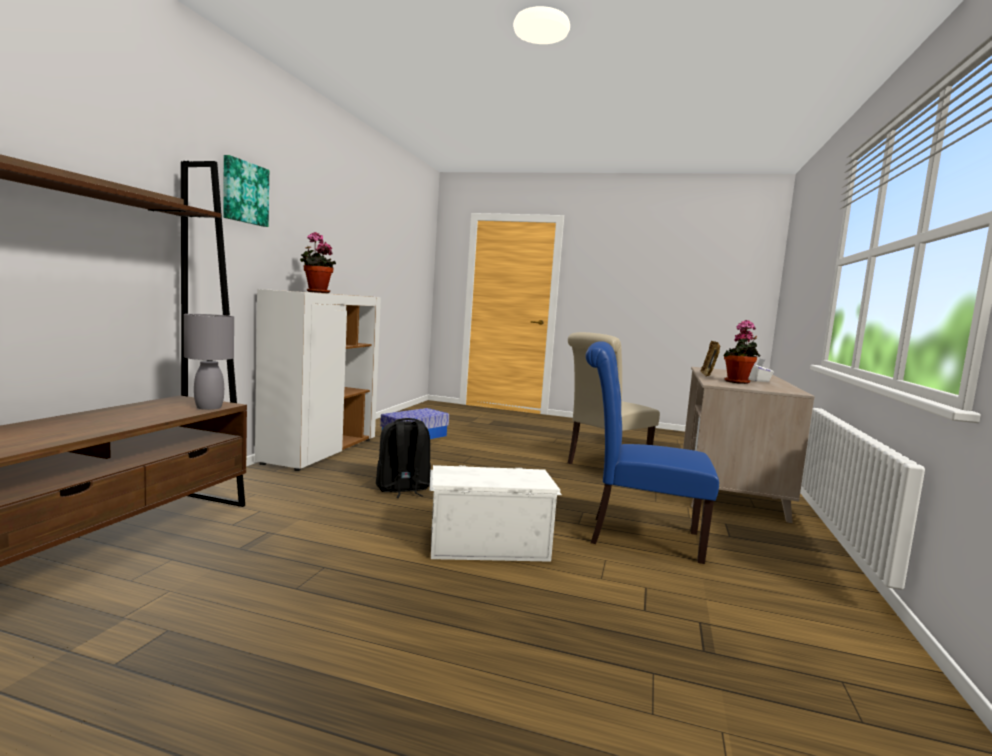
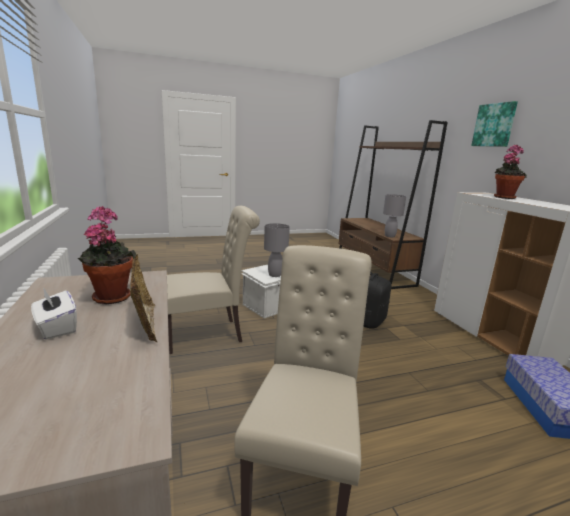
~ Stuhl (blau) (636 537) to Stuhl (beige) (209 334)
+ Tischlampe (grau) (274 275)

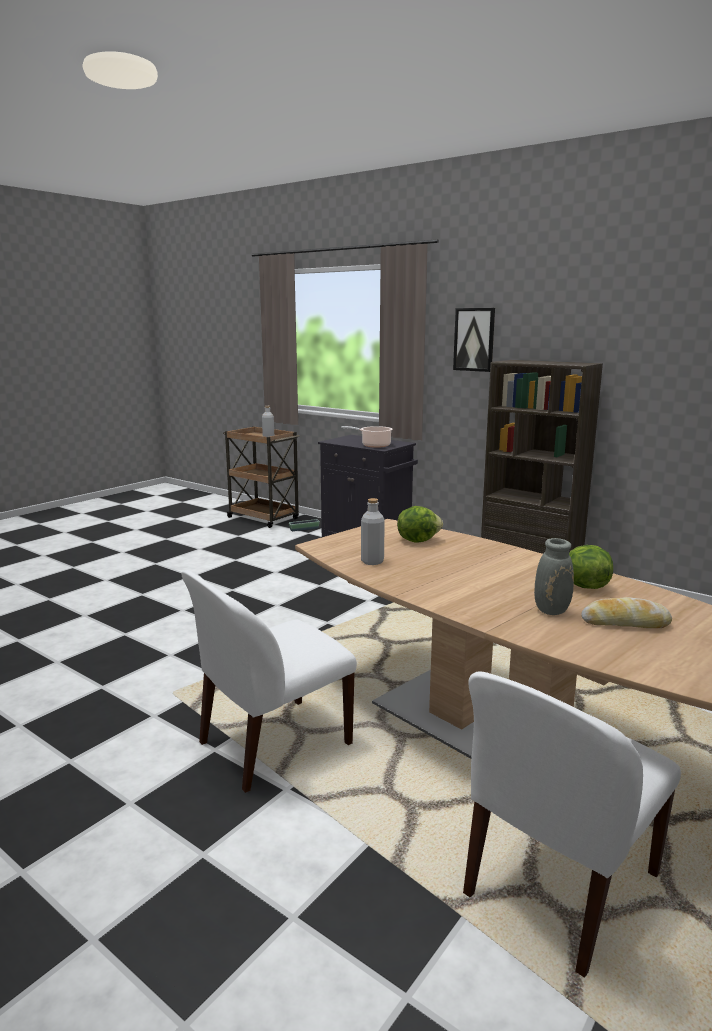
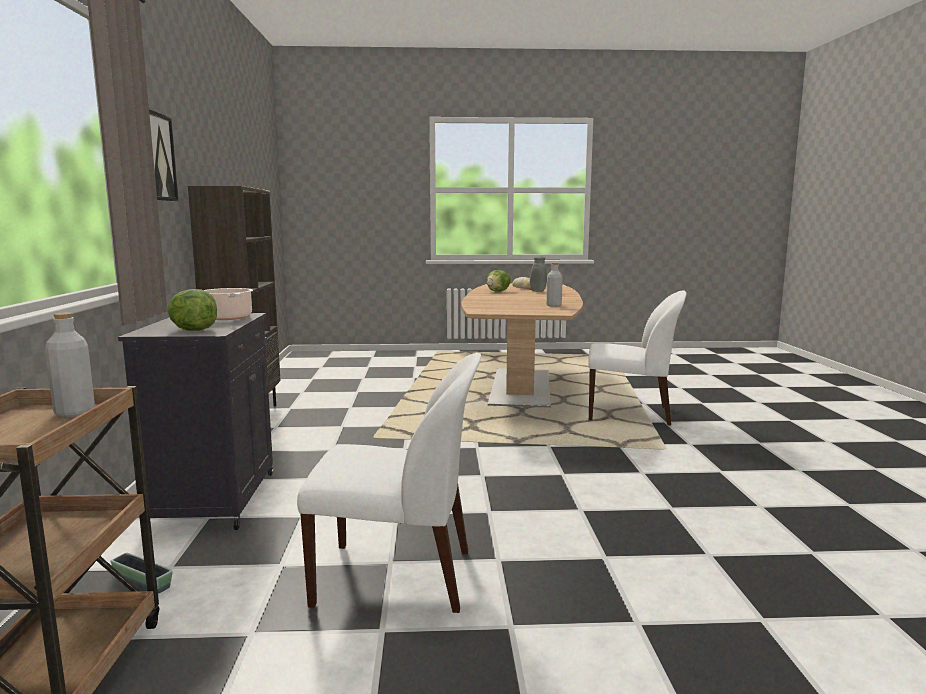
~ Salatkopf (417 540) to (193 330)
~ Stuhl (weiß) (558 886) to (398 577)

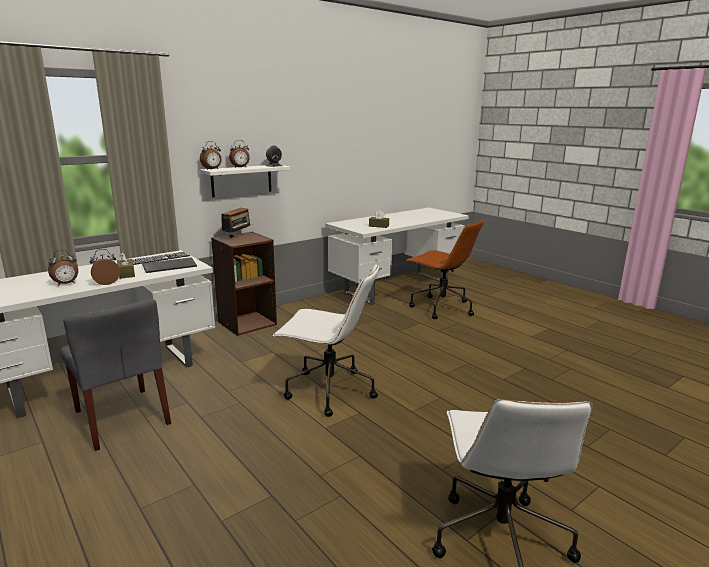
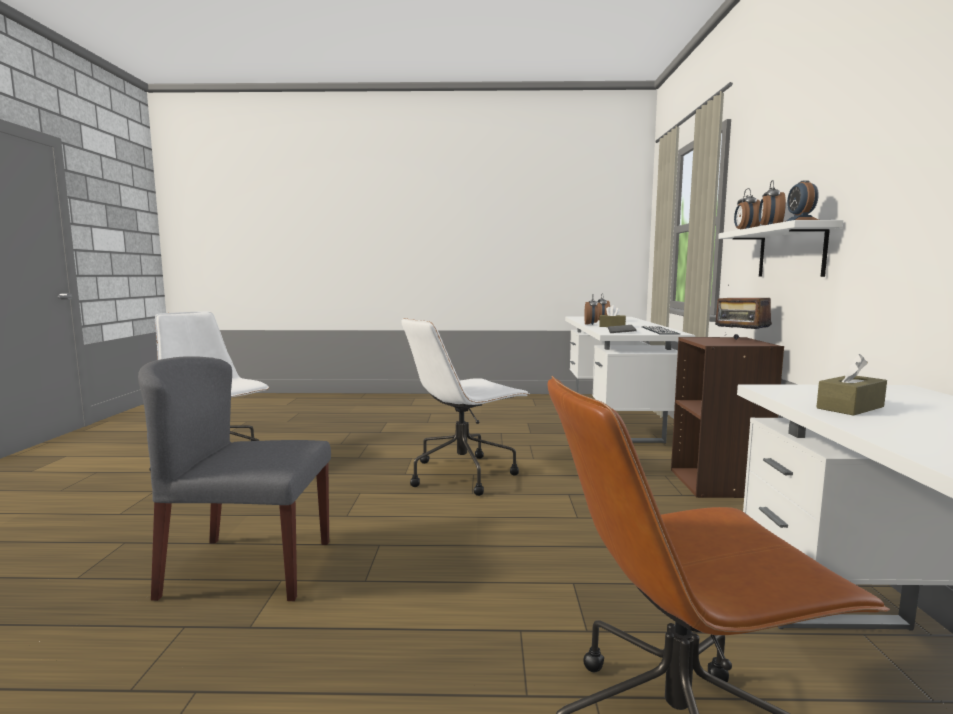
~ Stuhl (grau) (122 418) to (247 568)

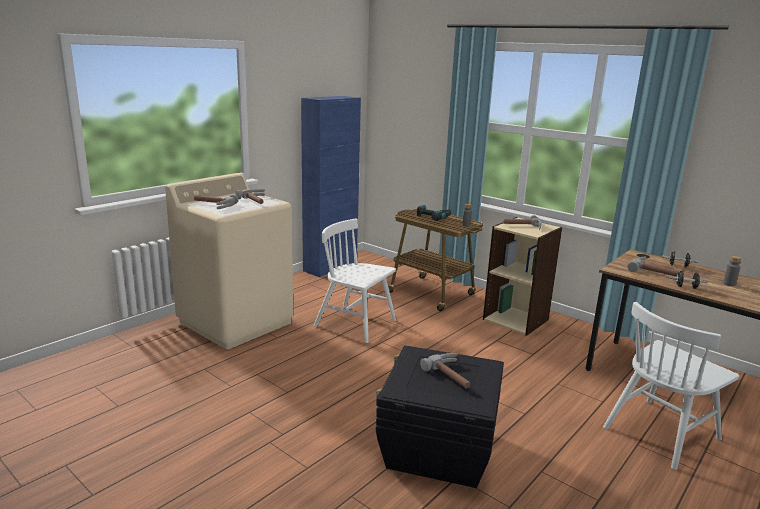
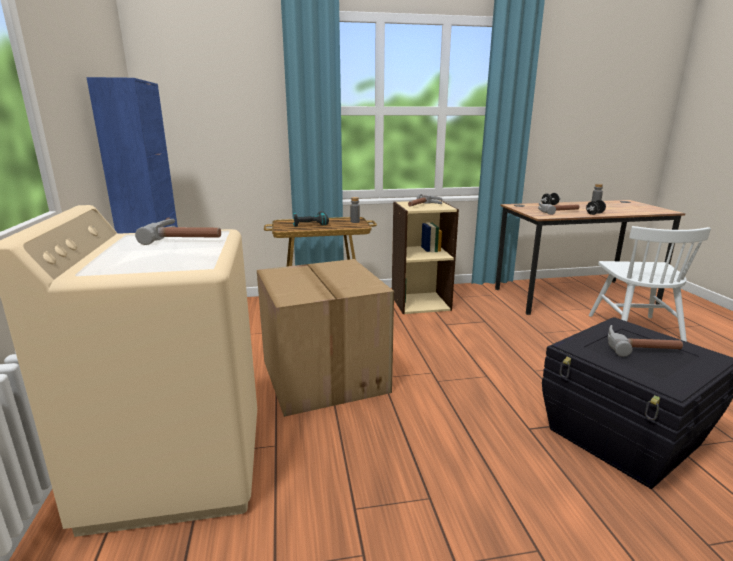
- Hammer (212 205)
~ Stuhl (weiß) (355 323) to Karton (322 375)

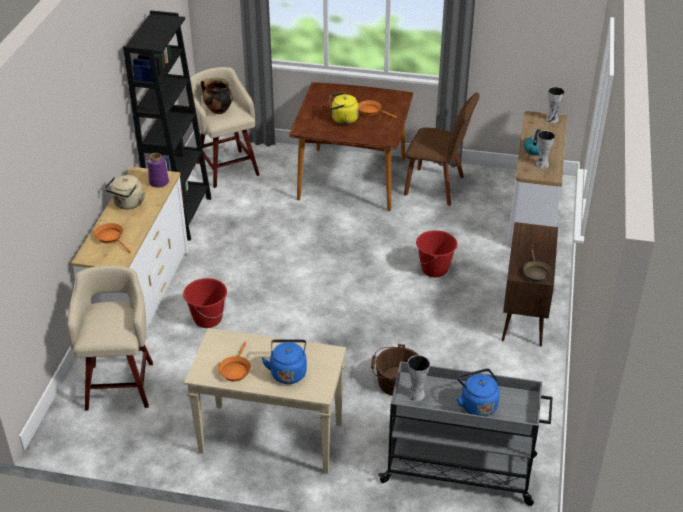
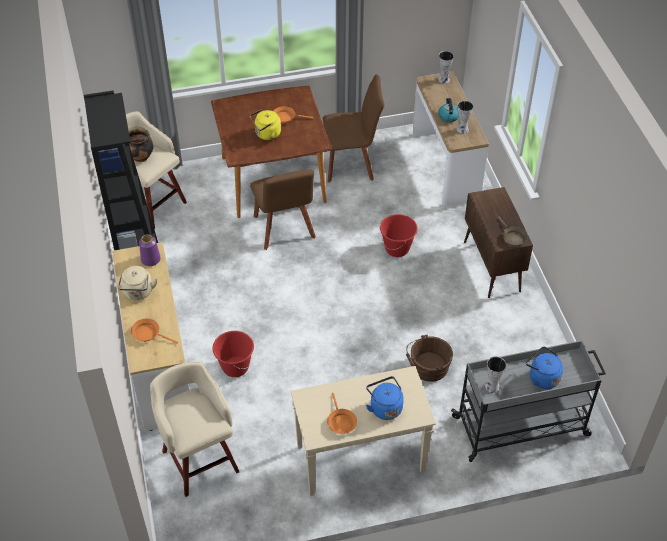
+ Stuhl (braun) (284 229)

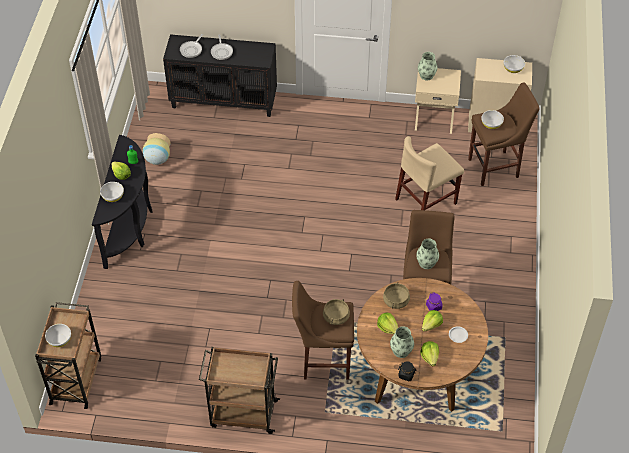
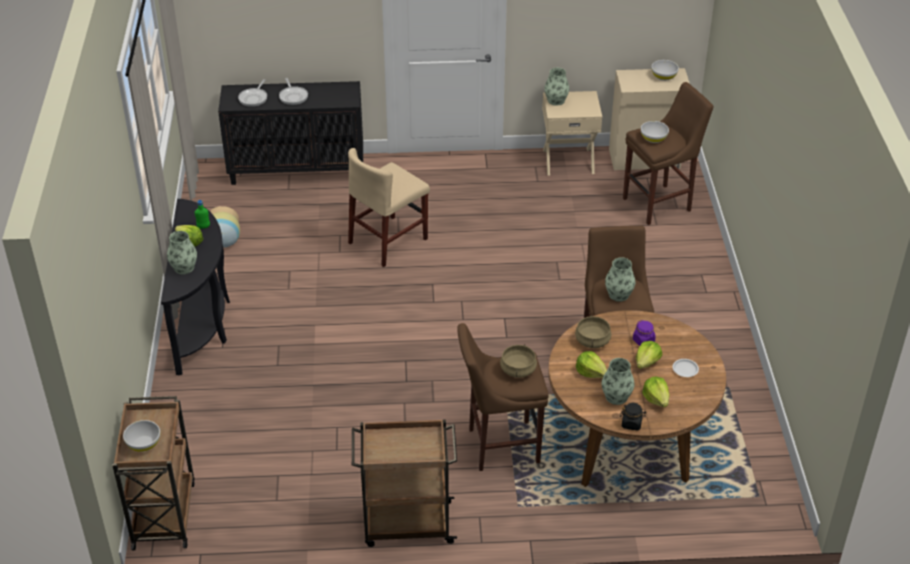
~ Schüssel (weiß) (113 196) to Vase (184 267)
~ Stuhl (beige) (426 201) to (388 241)

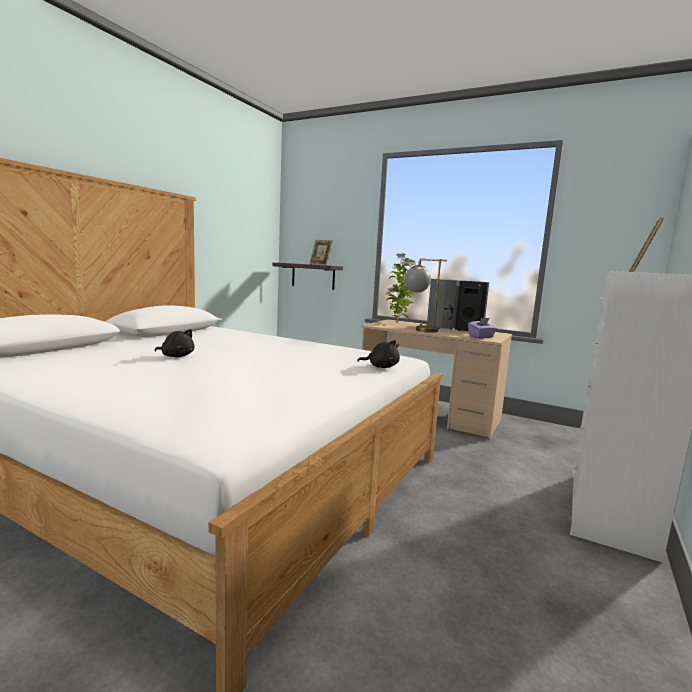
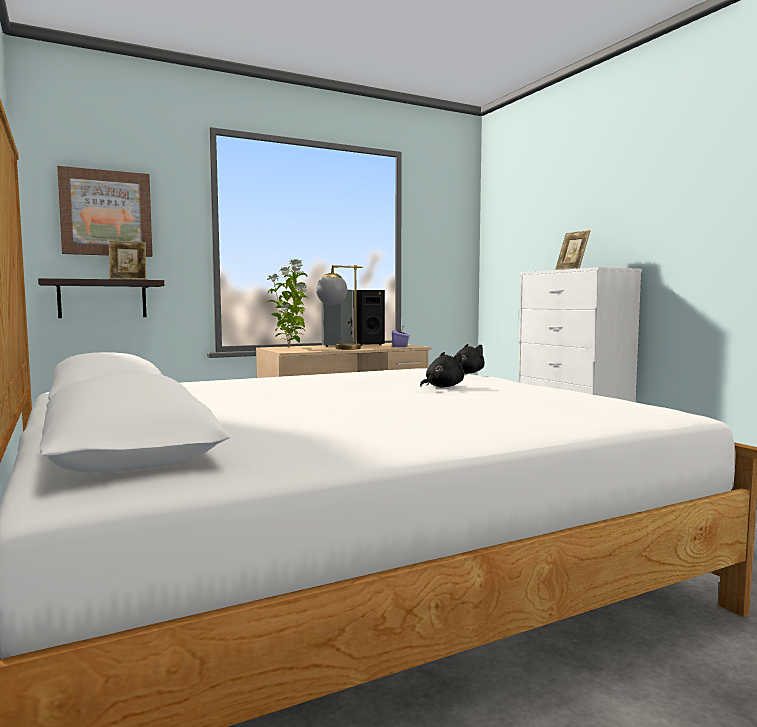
~ Plüschtier (schwarz) (176 356) to (442 387)
+ Bild (106 213)

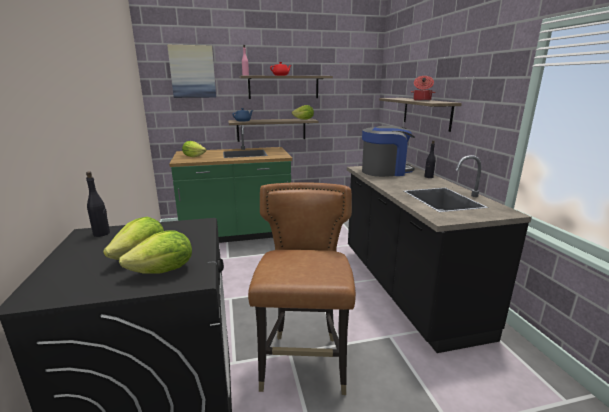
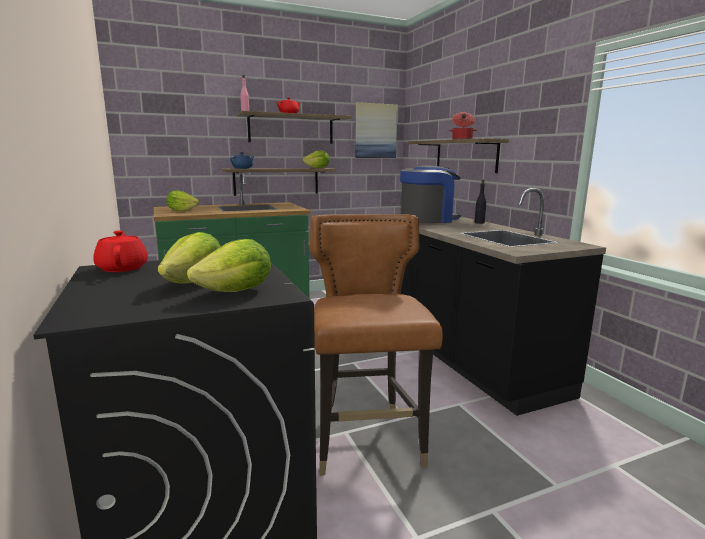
~ Flasche (schwarz) (102 233) to Teekanne (rot) (123 268)
~ Bild (192 72) to (375 131)

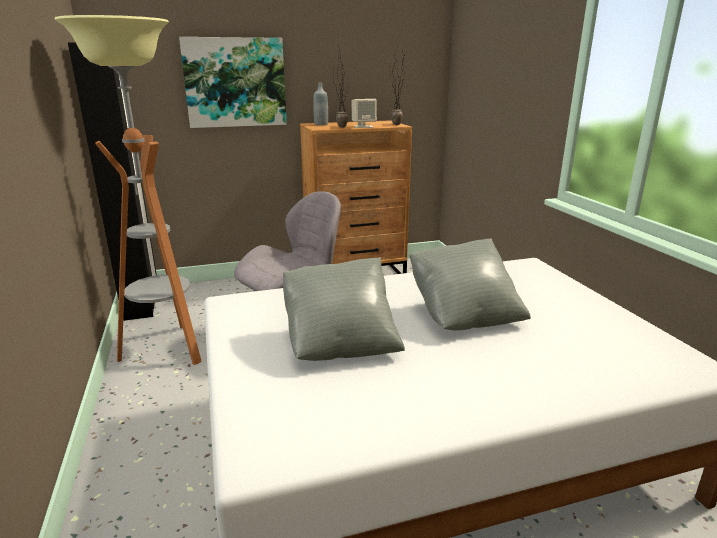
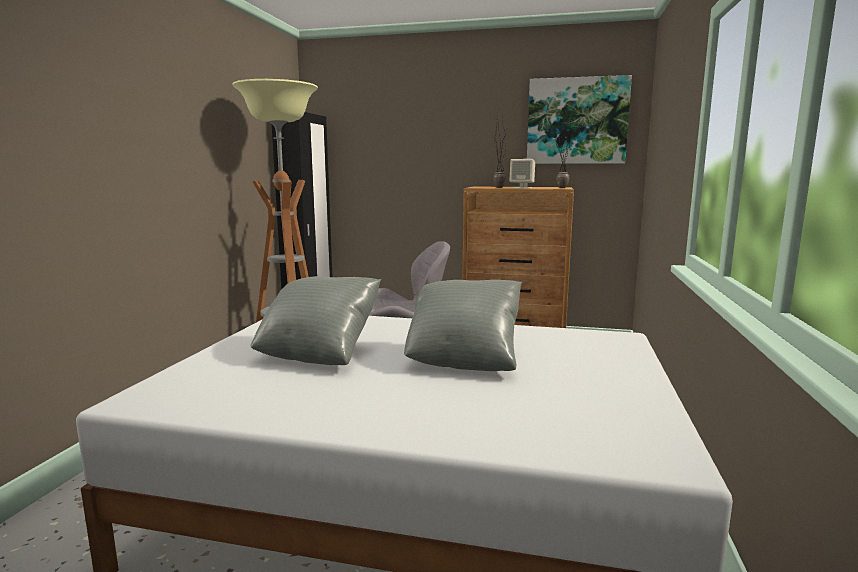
~ Bild (235 82) to (577 121)
- Flasche (grau) (321 124)

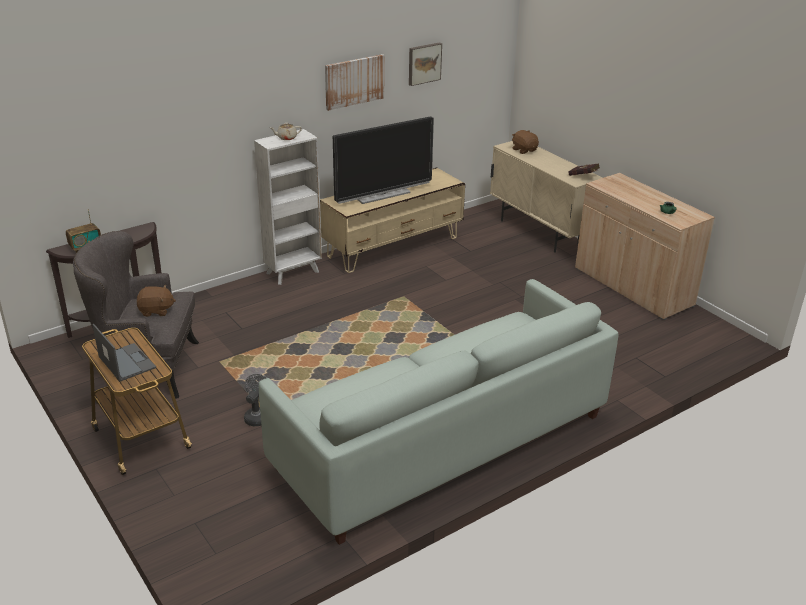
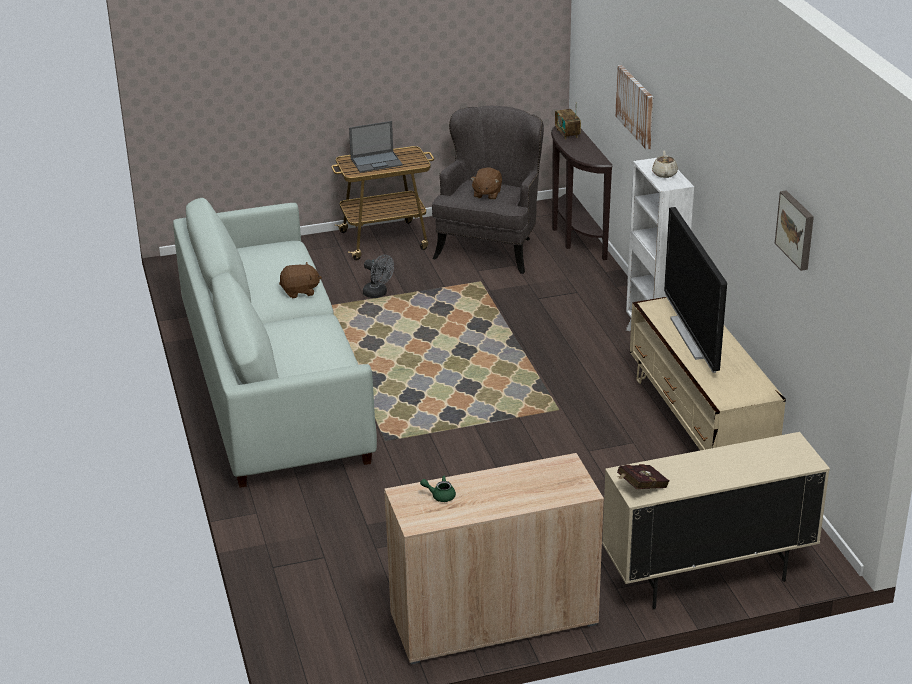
~ Bild (354 81) to (636 106)
~ Plüschtier (braun) (524 150) to (300 291)

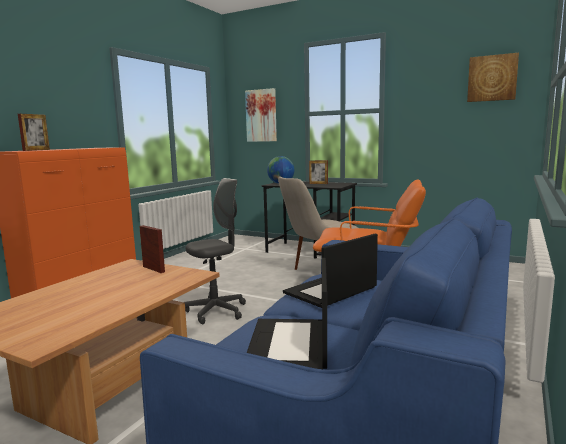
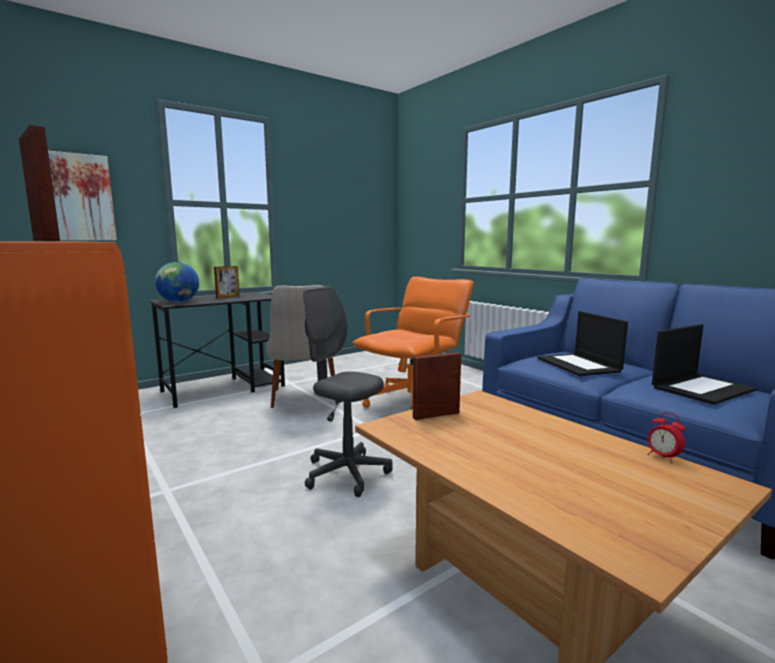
~ Bürostuhl (grau) (216 311) = (346 473) 45 degrees counterclockwise
~ Laptop (290 345) = (702 388) 60 degrees counterclockwise
- Bild (492 78)
+ Wecker (663 457)

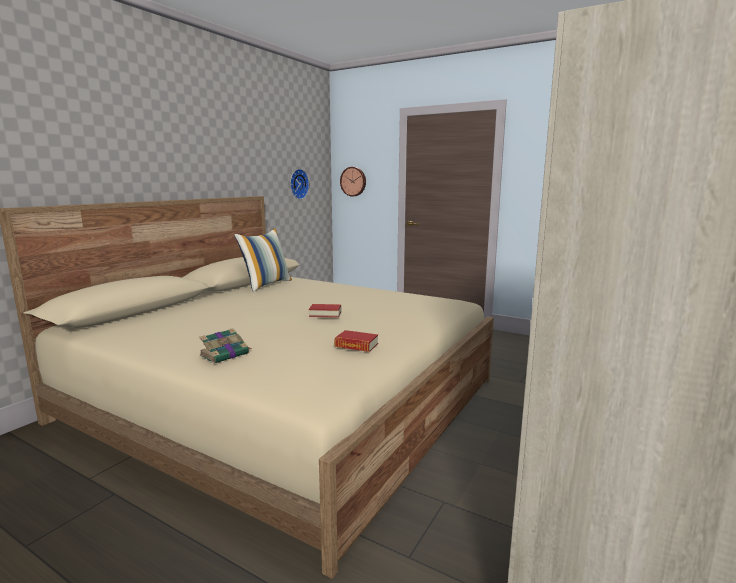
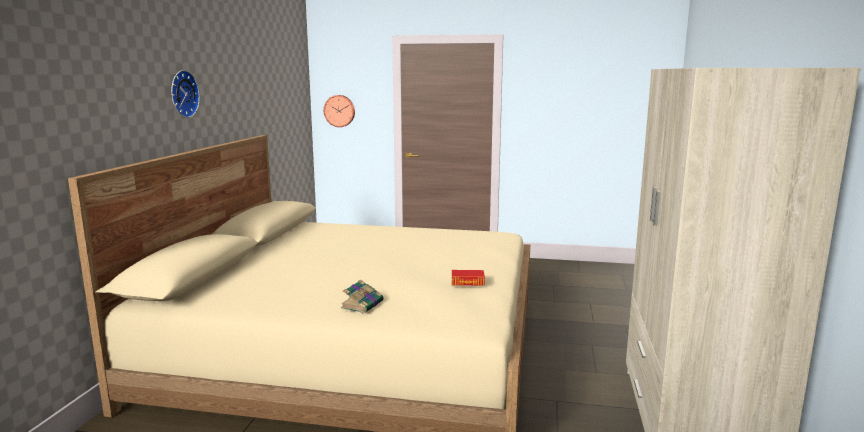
- Kissen (266 284)
~ Wanduhr (297 184) to (182 94)
- Buch (325 314)

